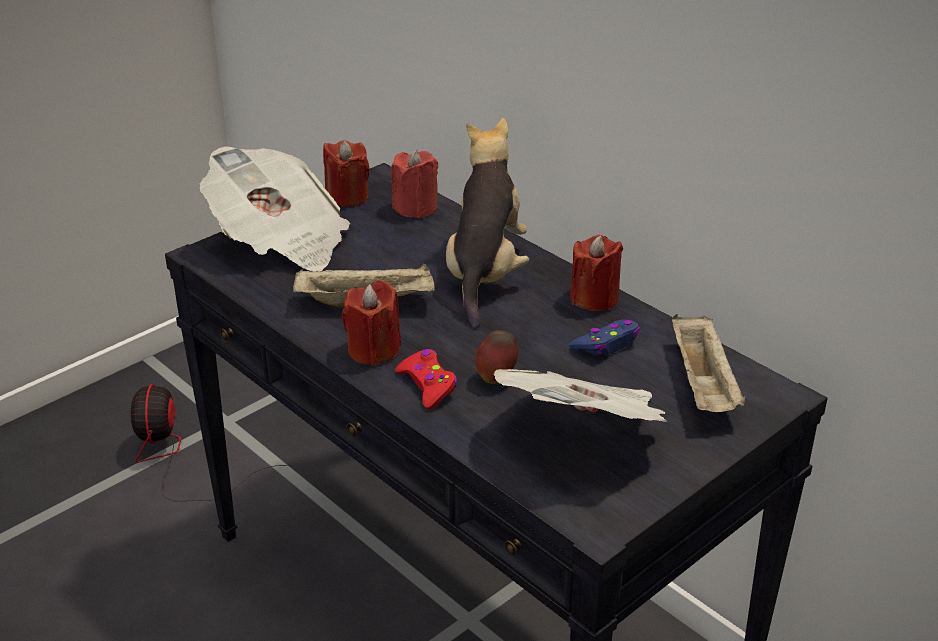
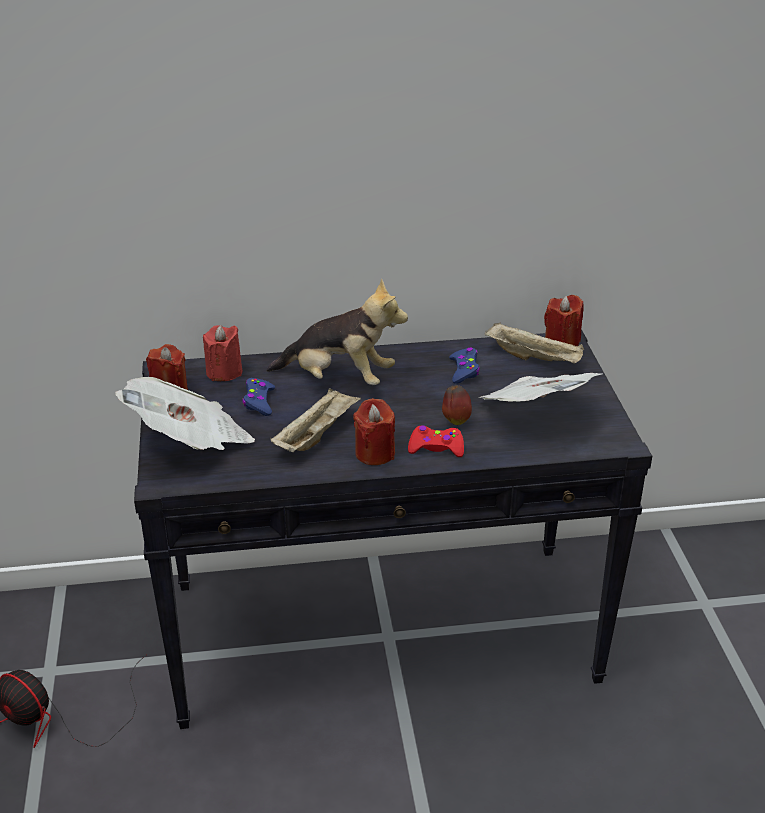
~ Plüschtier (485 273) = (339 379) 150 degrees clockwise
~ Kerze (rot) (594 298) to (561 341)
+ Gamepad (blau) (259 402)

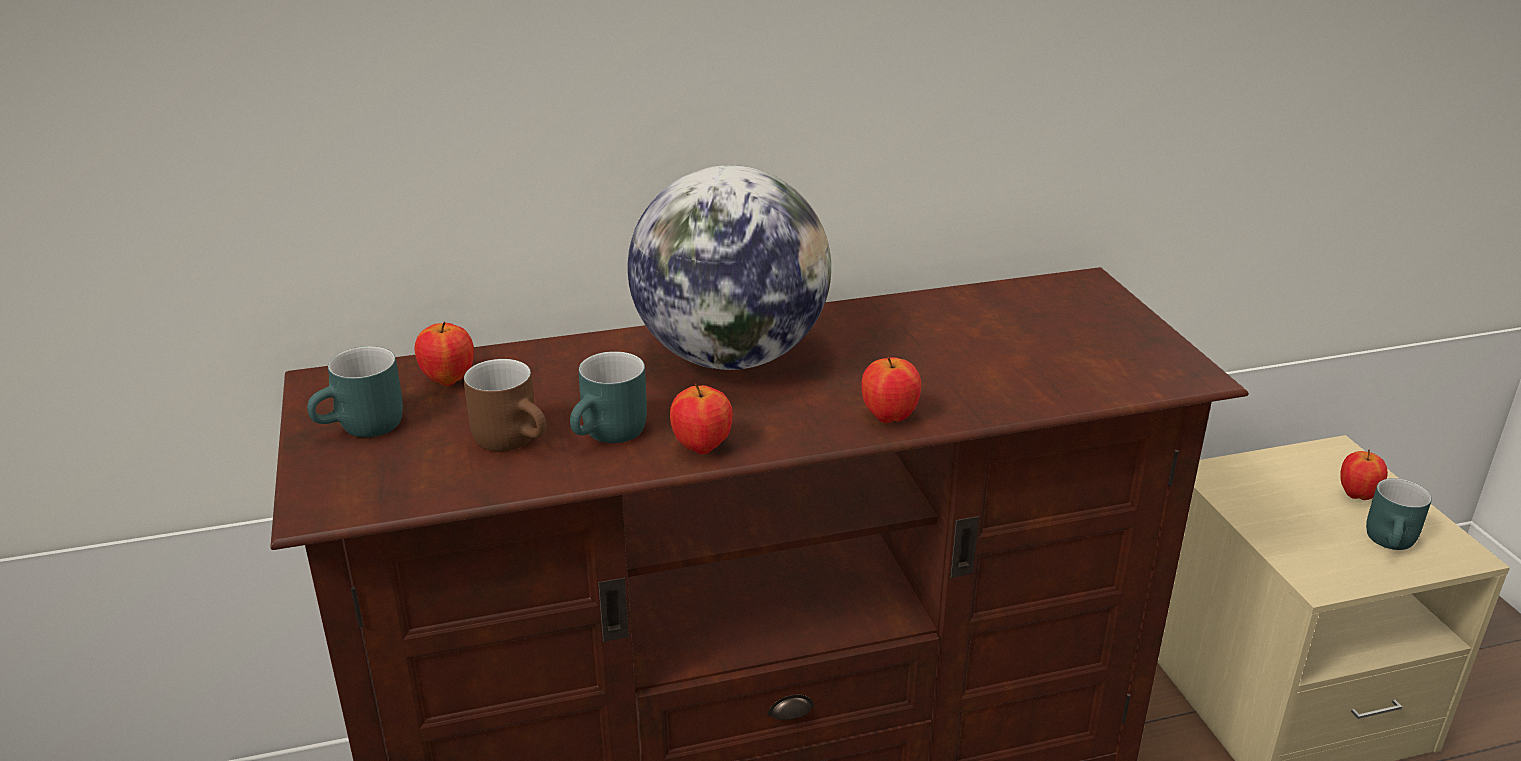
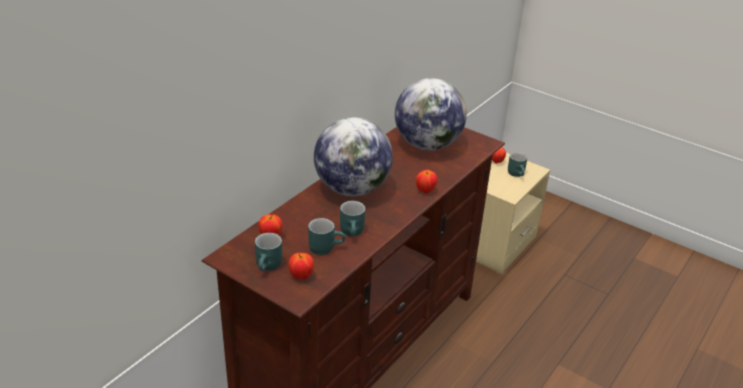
~ Henkelbecher (braun) (515 438) to Henkelbecher (türkis) (325 247)
~ Apfel (702 447) to (301 276)
+ Globus (427 144)

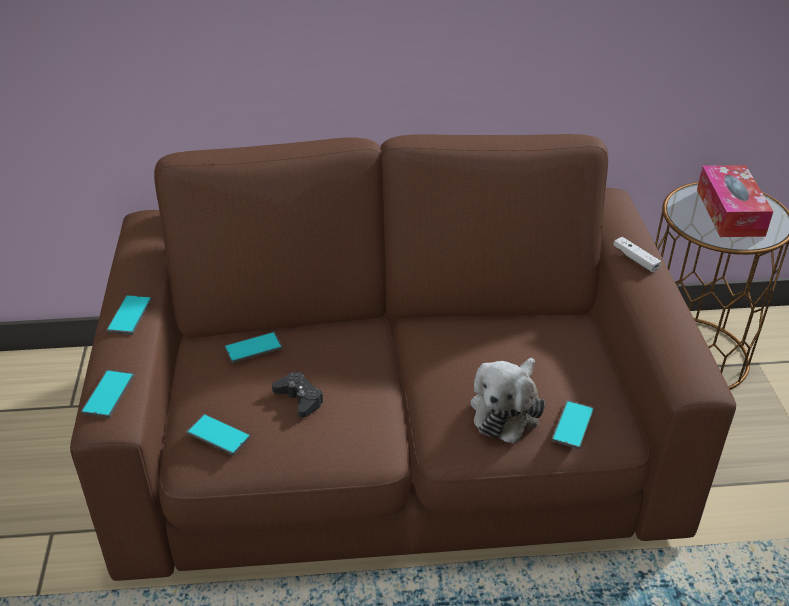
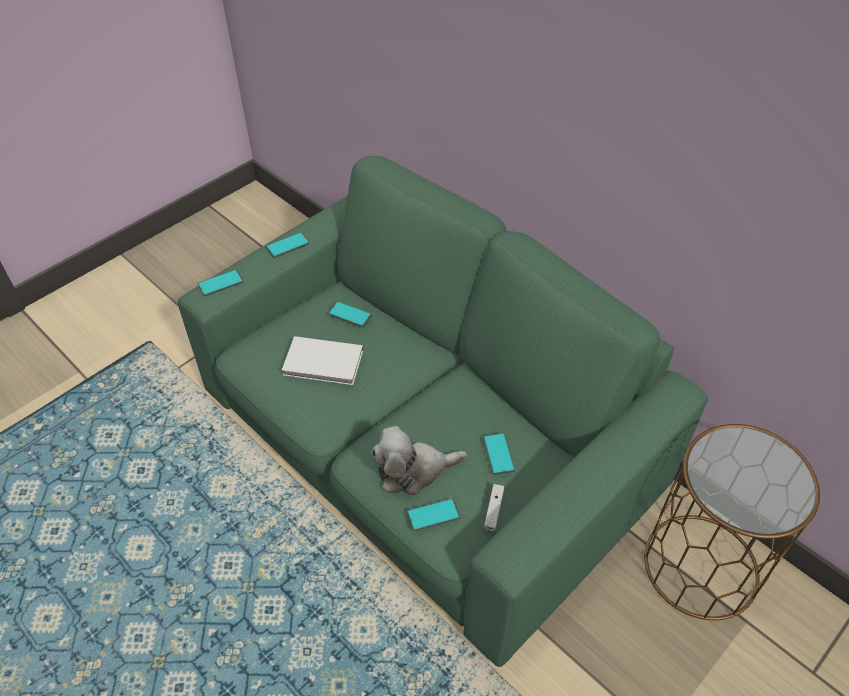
~ Sofa (braun) (395 440) to Sofa (grün) (425 441)
~ Handy (218 435) to (498 454)
~ Gamepad (schwarz) (299 399) to Buch (weiß) (324 364)
~ Gamepad (weiß) (635 259) to (493 510)
- Taschentuchbox (730 212)

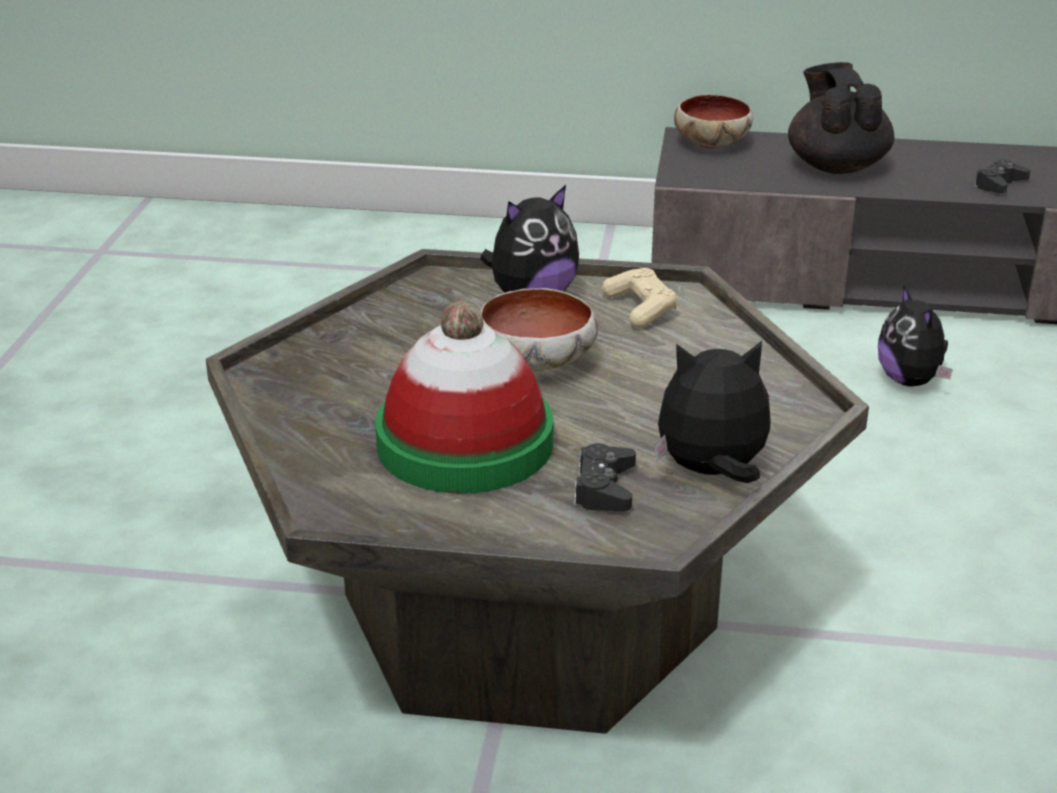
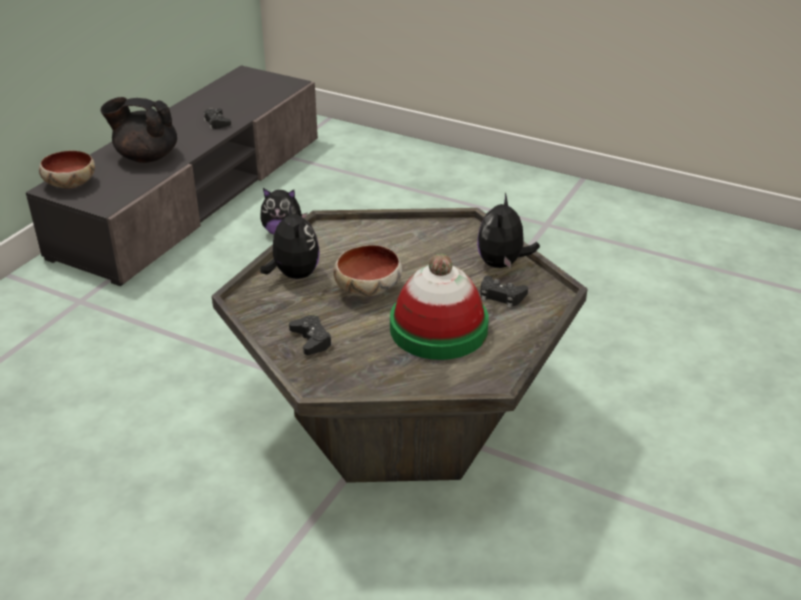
- Gamepad (beige) (640 308)
+ Gamepad (schwarz) (311 340)

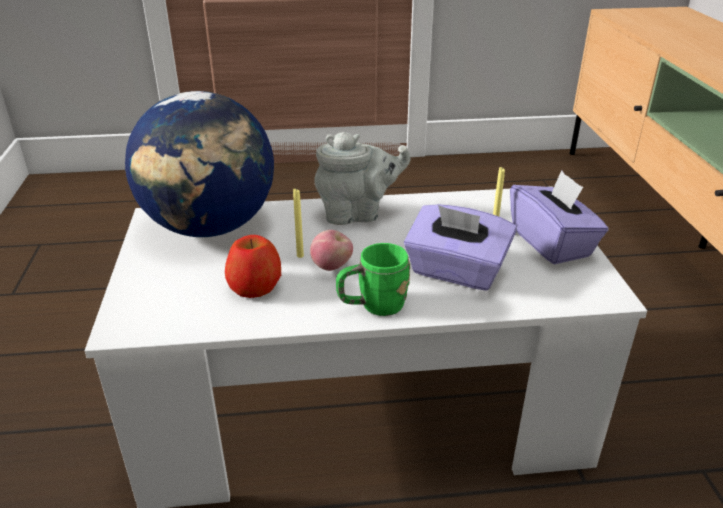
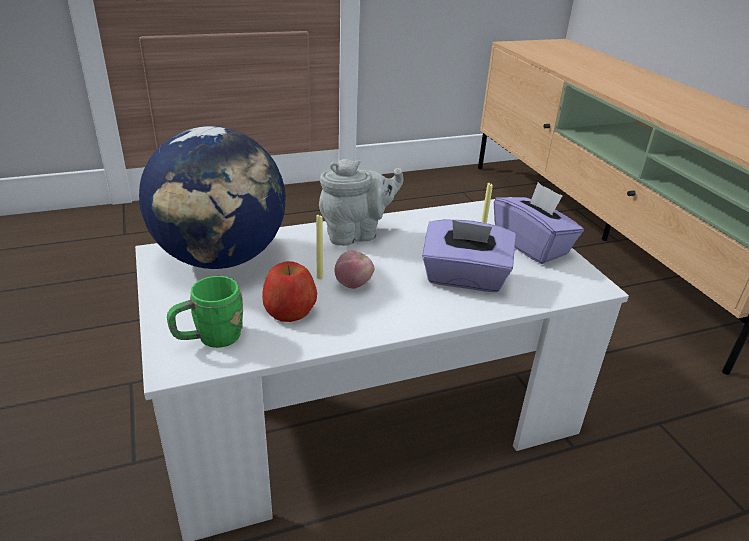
~ Henkelbecher (grün) (373 306) to (210 339)

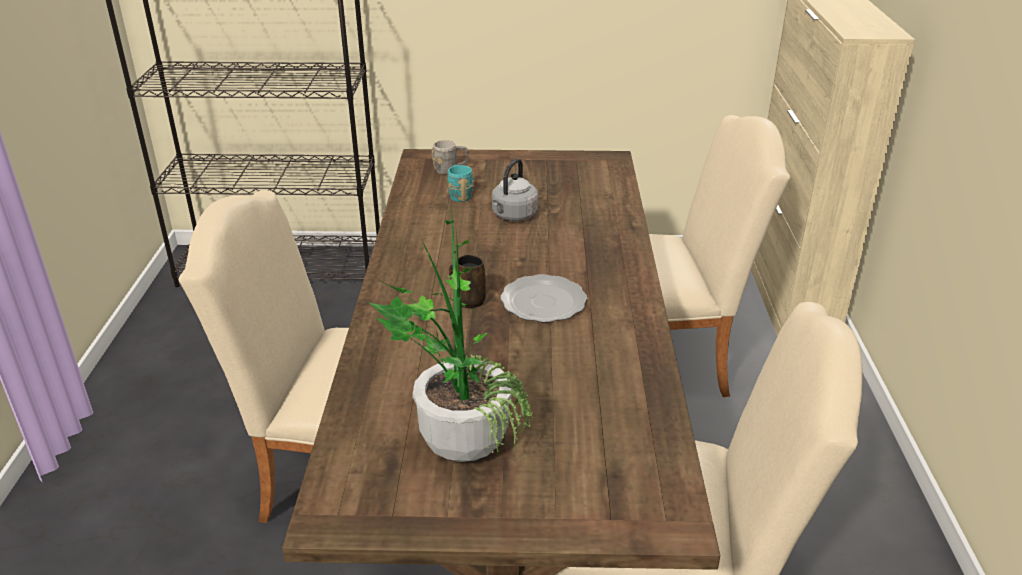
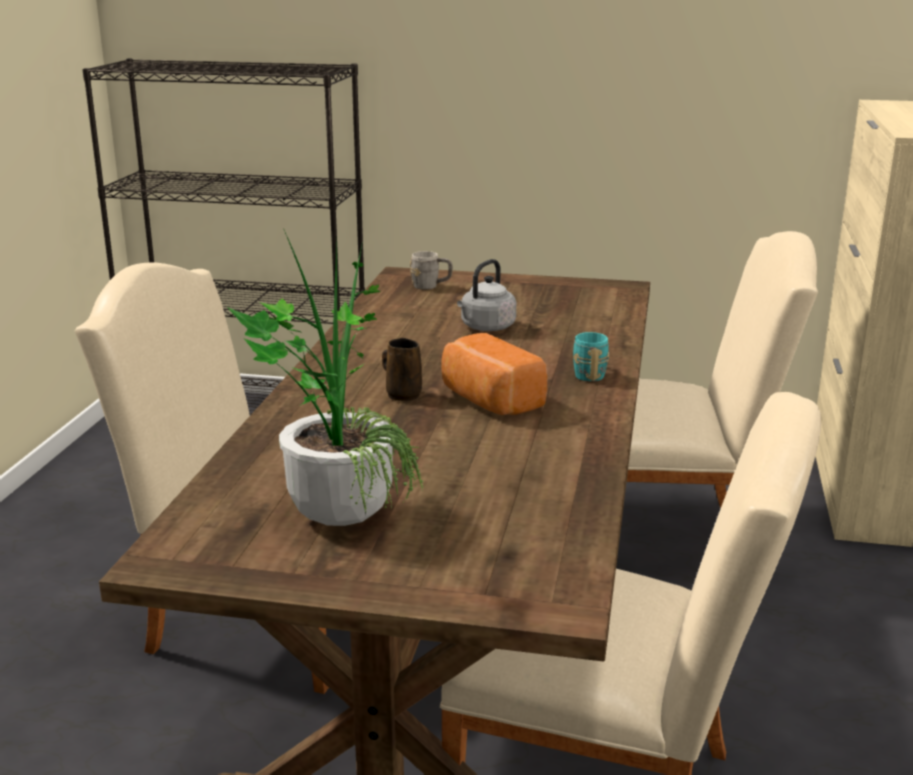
~ Henkelbecher (türkis) (459 195) to (587 373)
~ Teller (543 301) to Brot (488 401)

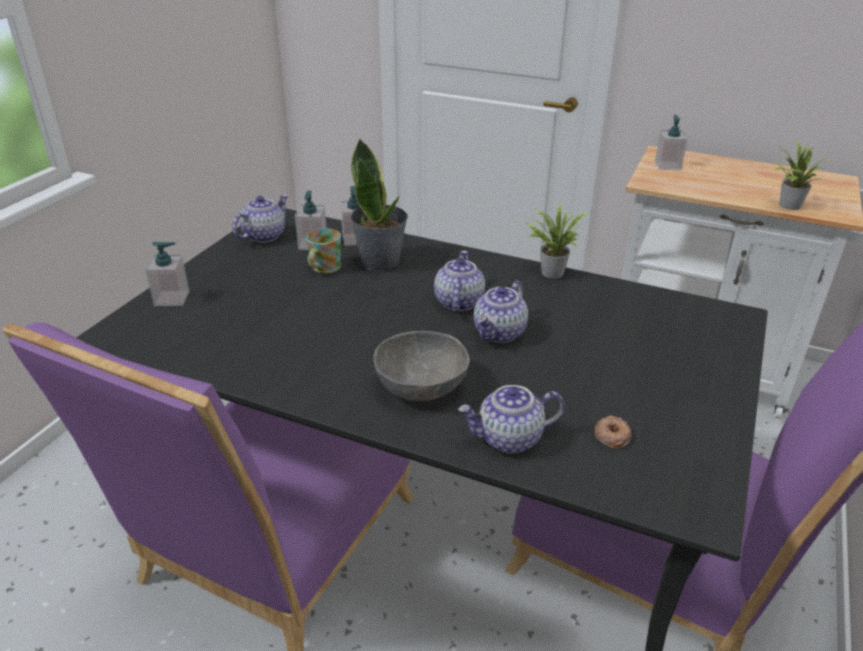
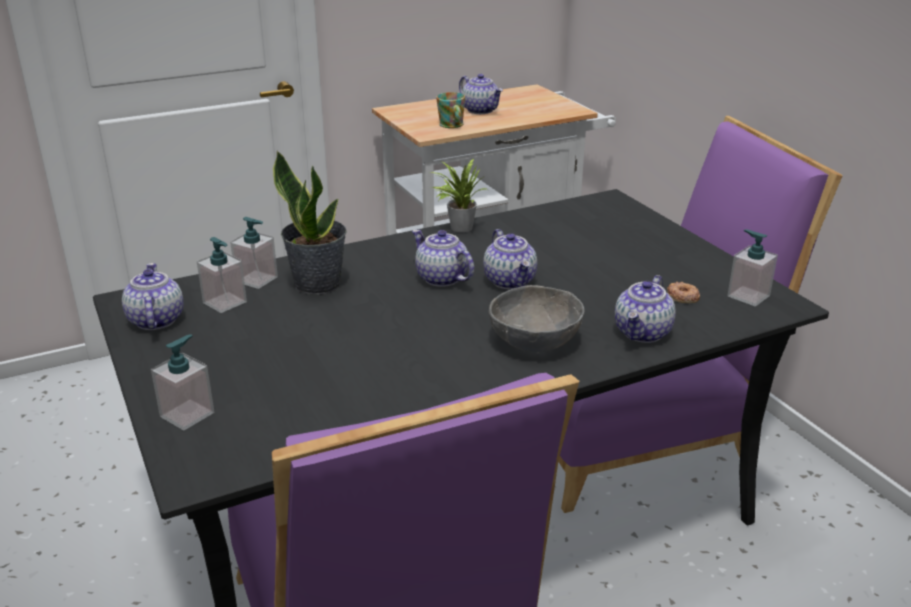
~ Henkelbecher (323 268) to (452 125)
~ Seifenspender (667 165) to (748 296)
- Topfpflanze (787 205)
+ Teekanne (481 110)

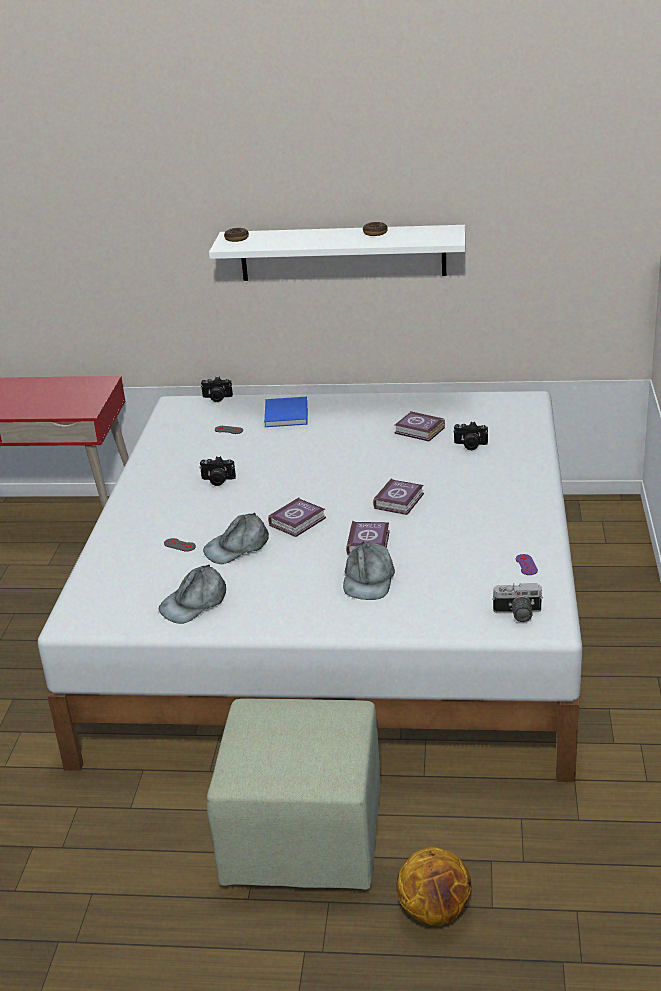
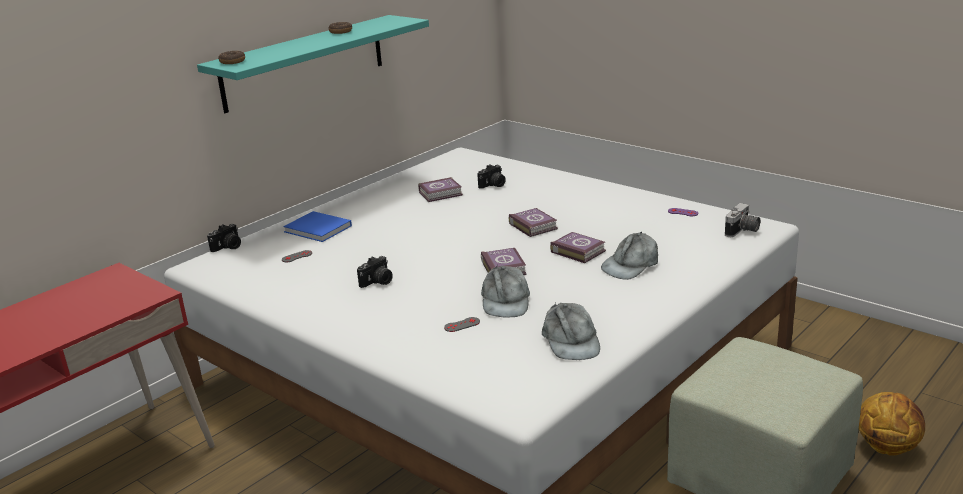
~ Wandregal (weiß) (342 253) to Wandregal (türkis) (304 62)
~ Kappe (grau) (368 579) = (631 265) 90 degrees clockwise

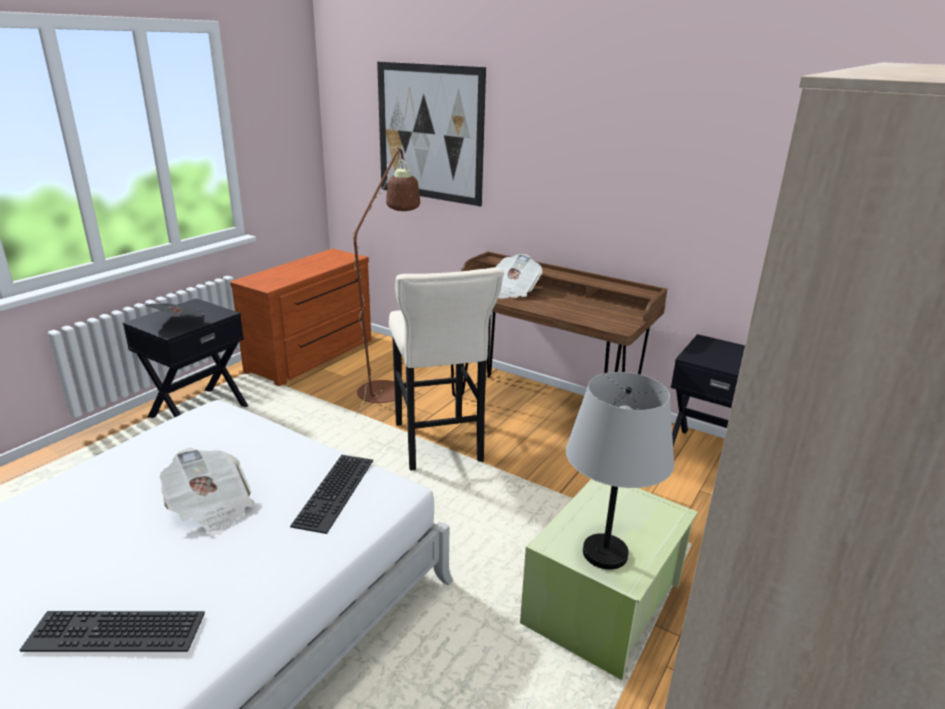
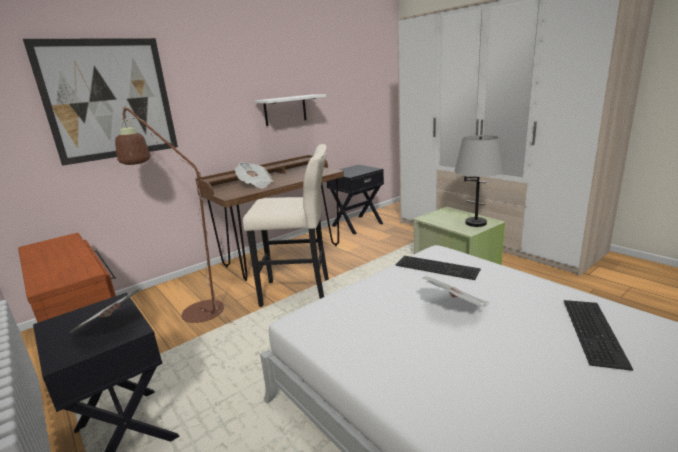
+ Wandregal (weiß) (285 110)

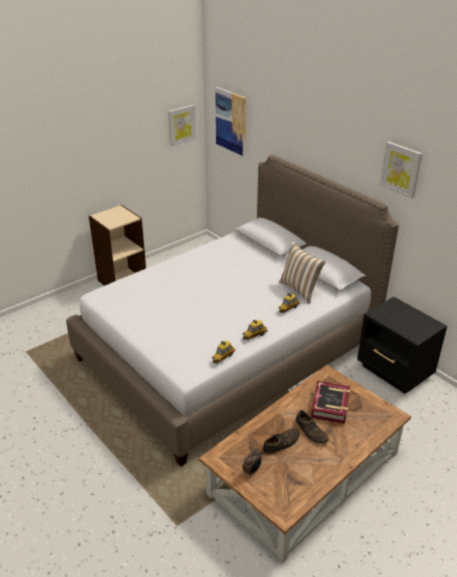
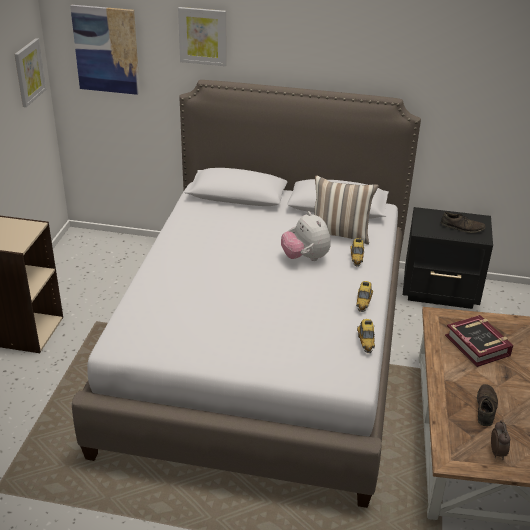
~ Schuh (braun) (311 432) to (462 227)
~ Bild (401 169) to (203 36)
+ Plüschtier (305 258)

